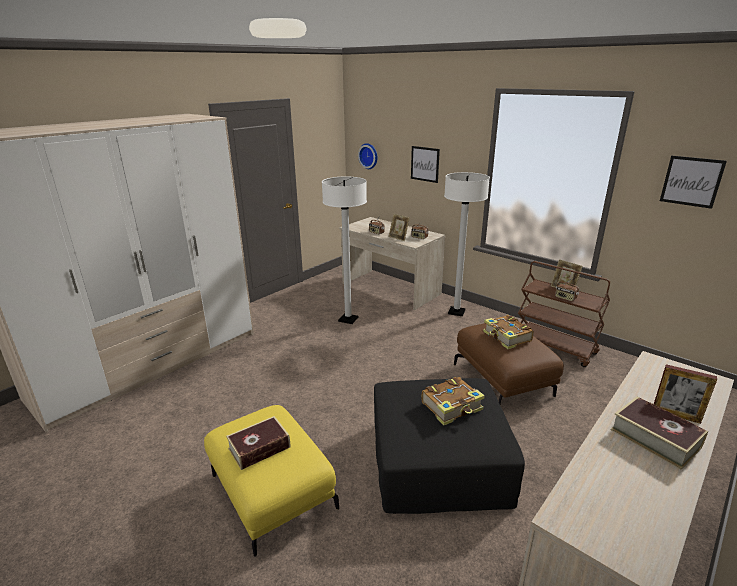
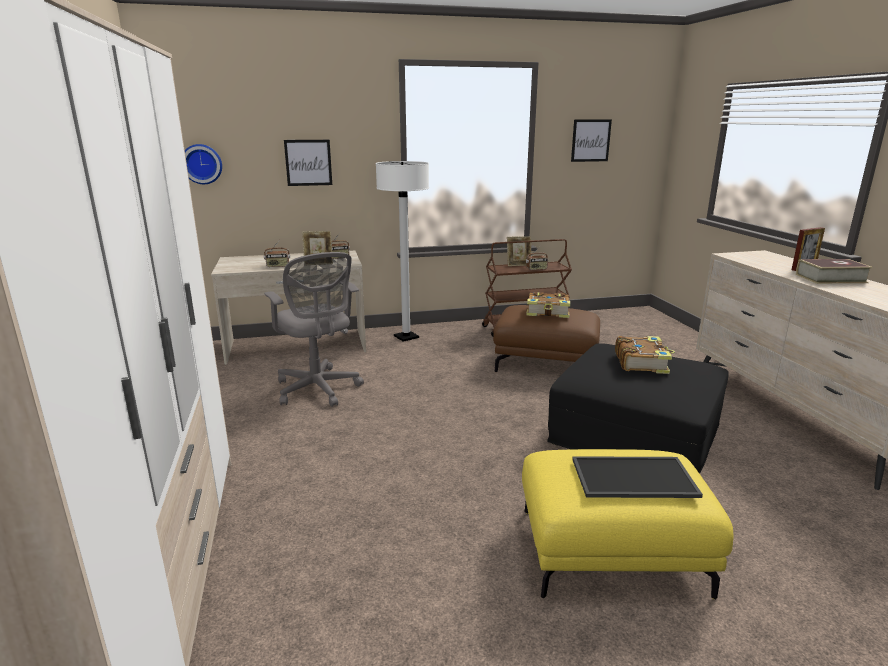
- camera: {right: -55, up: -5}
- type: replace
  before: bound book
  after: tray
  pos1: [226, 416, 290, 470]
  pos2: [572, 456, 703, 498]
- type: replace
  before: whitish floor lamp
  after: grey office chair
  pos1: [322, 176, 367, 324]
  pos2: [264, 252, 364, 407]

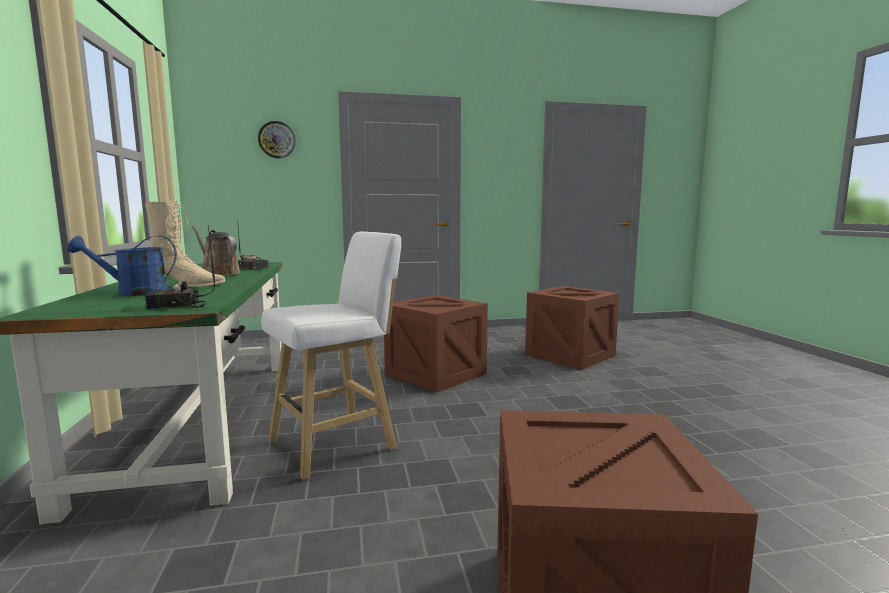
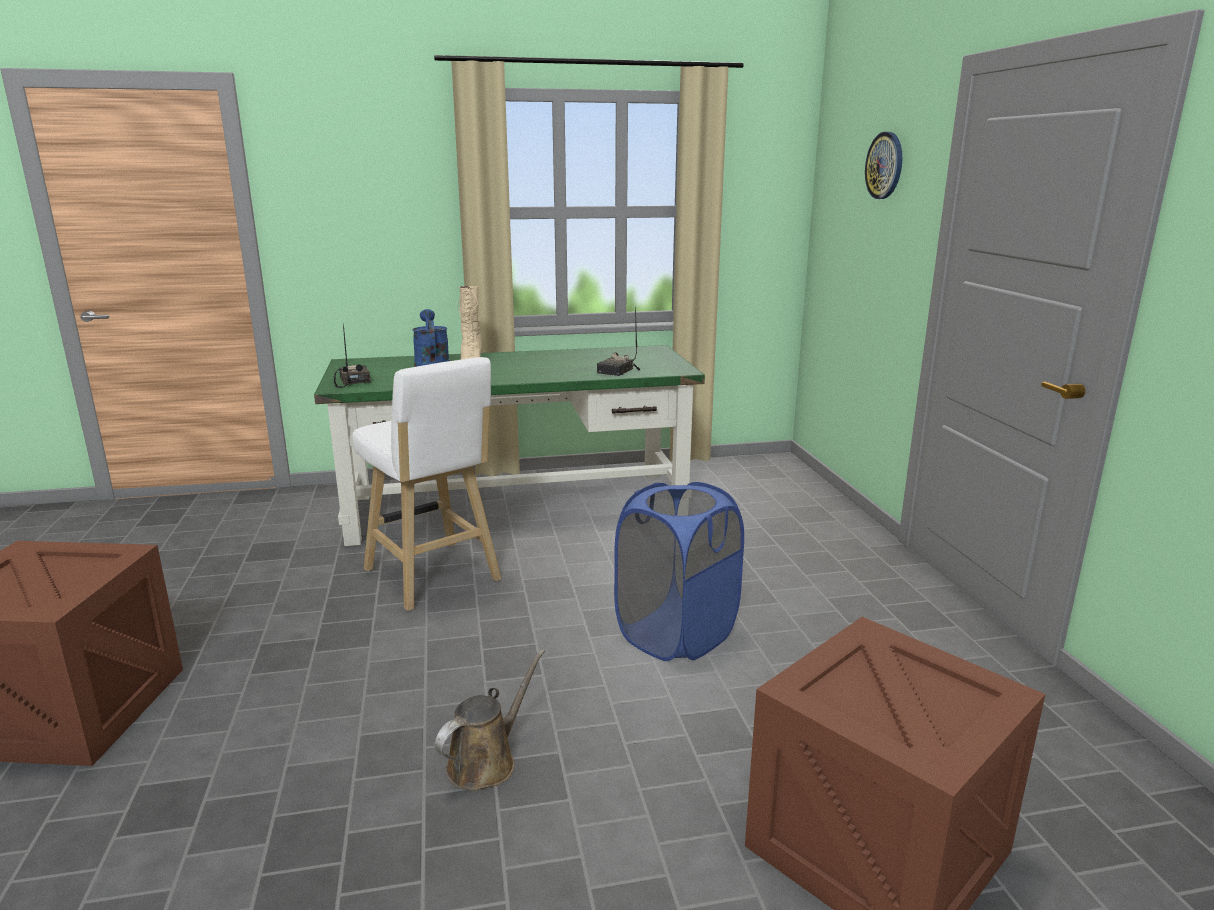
- camera: {right: 90, up: 10}
- type: move
  before: brown sprinkling can
  pos1: [192, 226, 241, 276]
  pos2: [435, 649, 545, 791]
- type: replace
  before: crate
  after: blue-coloured laundry basket
  pos1: [384, 295, 488, 393]
  pos2: [614, 482, 744, 661]

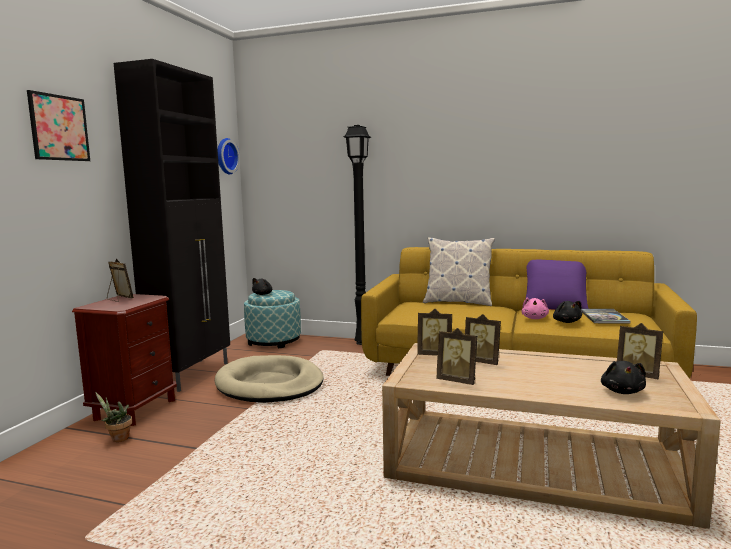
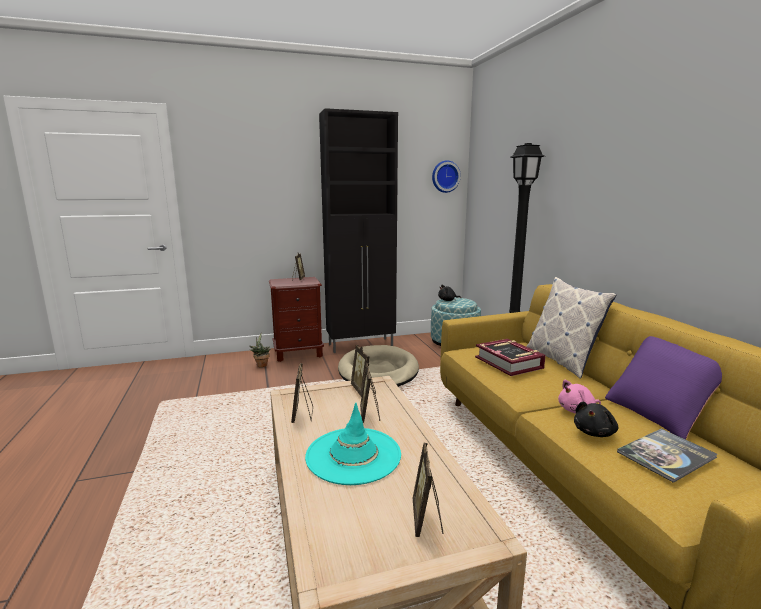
- camera: {right: 55, up: 5}
- type: delete
  before: wall picture
  pos1: [27, 90, 90, 161]
- type: delete
  before: blackish plush toy
  pos1: [601, 361, 646, 394]
- type: insert
  after: turquoise clothing hat
  pos2: [305, 403, 401, 485]
- type: insert
  after: bound book
  pos2: [475, 339, 546, 376]

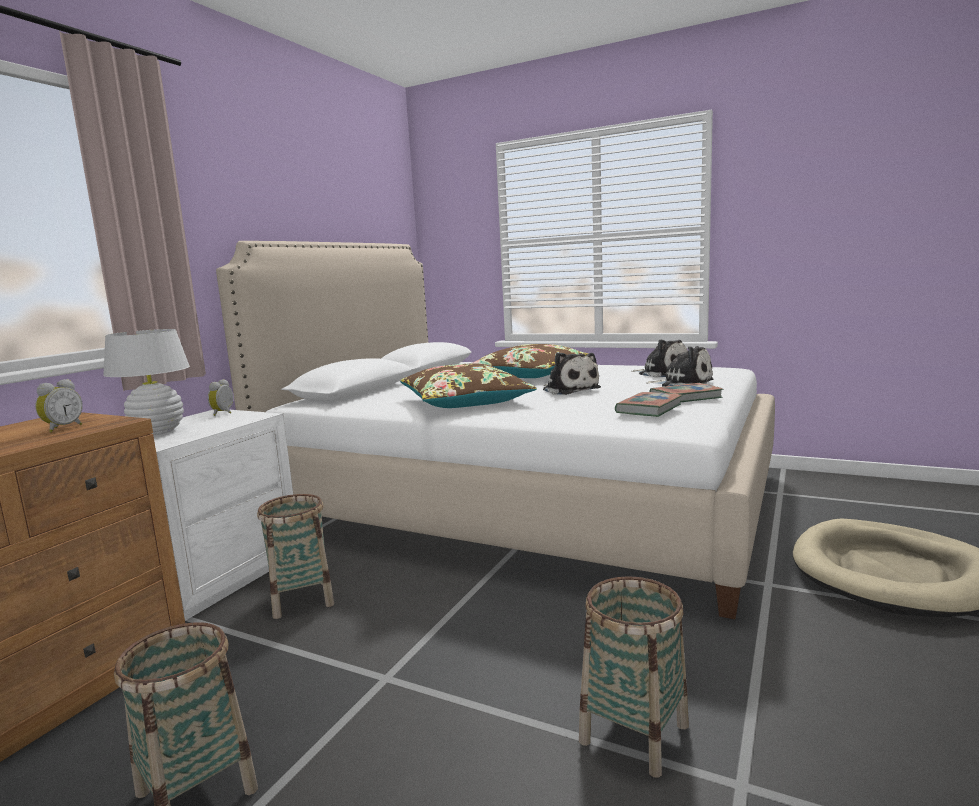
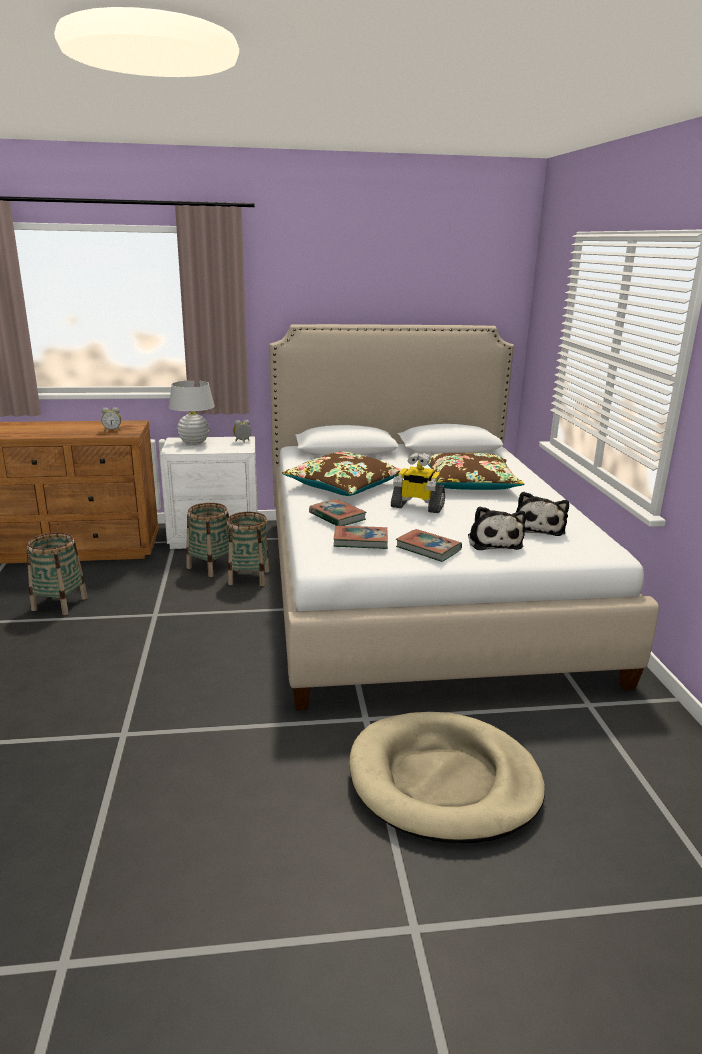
- camera: {right: 55, up: 10}
- type: insert
  after: bound book
  pos2: [309, 499, 367, 526]
- type: move
  before: storage basket
  pos1: [579, 576, 689, 778]
  pos2: [227, 512, 270, 586]
- type: replace
  before: plush toy
  after: robot figure
  pos1: [543, 352, 601, 395]
  pos2: [391, 452, 445, 513]

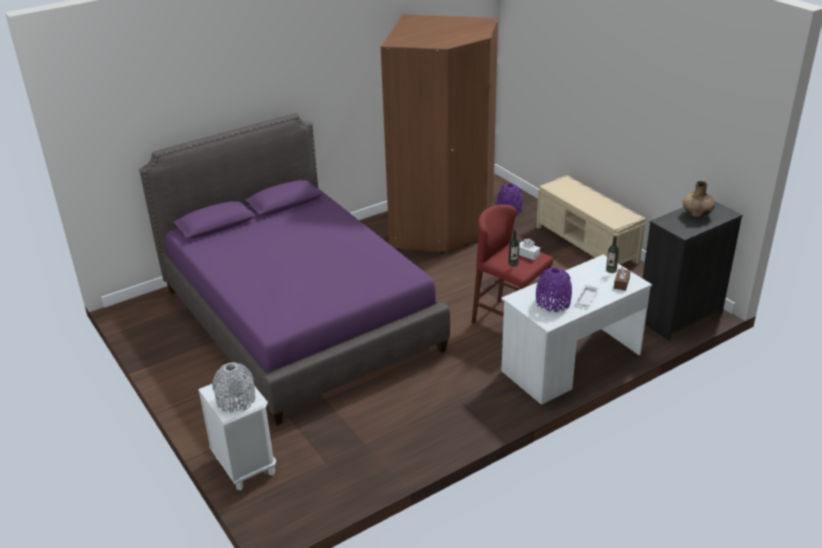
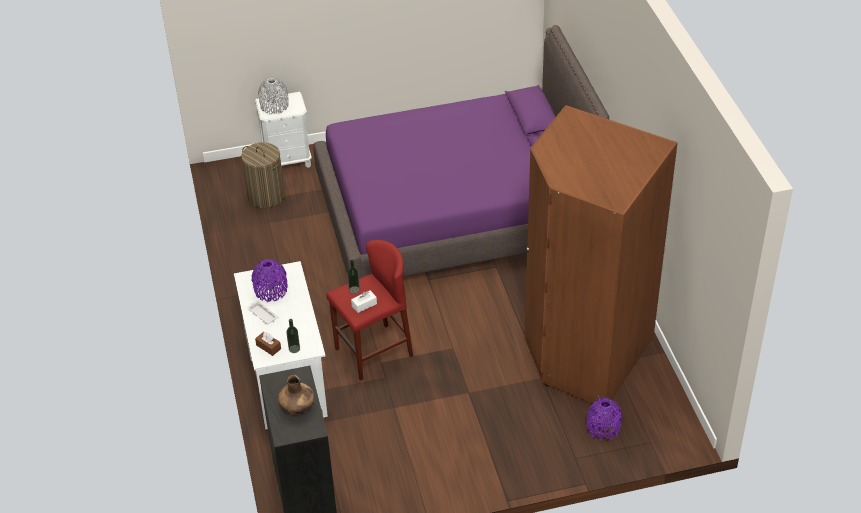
- camera: {right: 110, up: 10}
- type: delete
  before: beige-coloured bench
  pos1: [536, 175, 647, 264]
- type: insert
  after: laundry basket
  pos2: [241, 142, 285, 208]

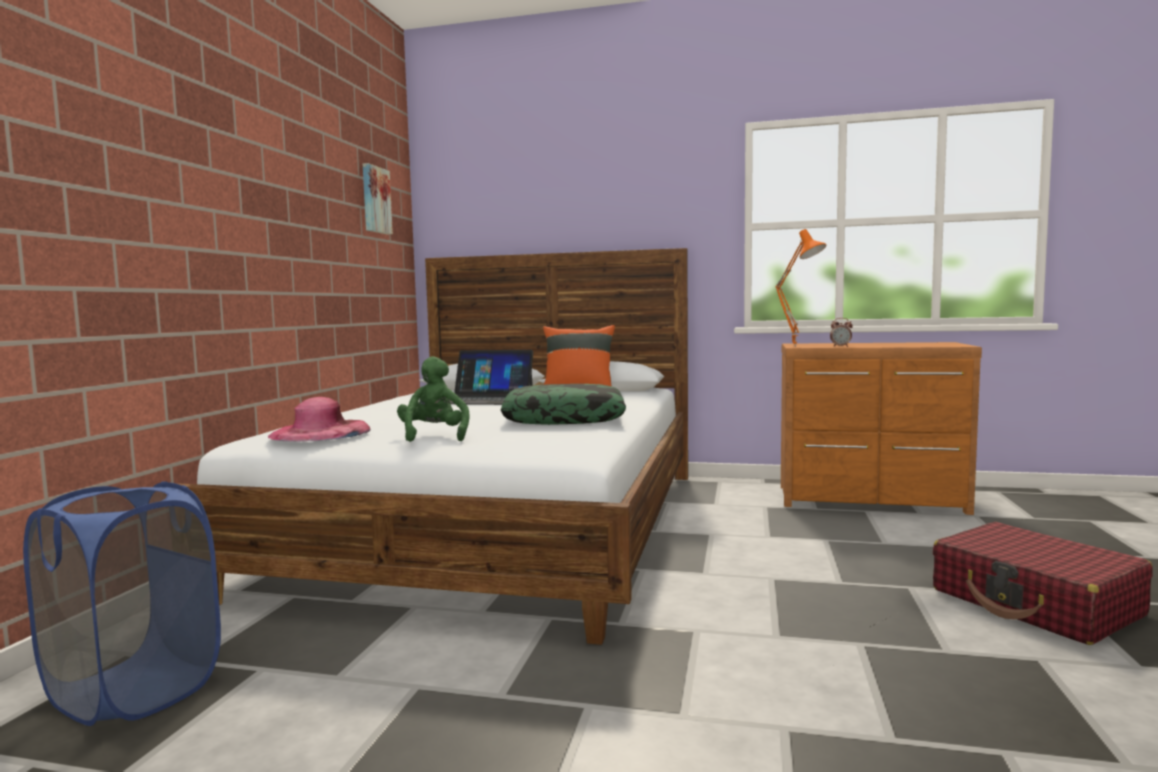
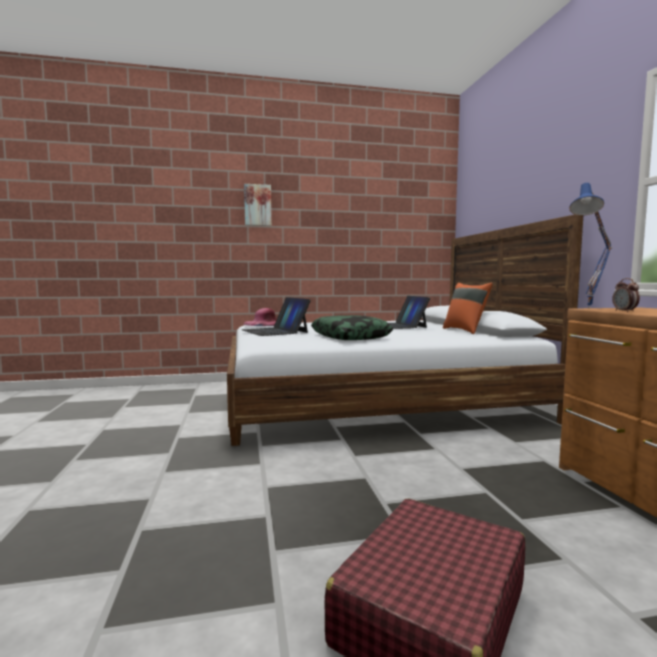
- camera: {right: 65, up: 0}
- type: delete
  before: blue-coloured laundry basket
  pos1: [23, 481, 221, 726]
- type: move
  before: wall picture
  pos1: [363, 163, 393, 234]
  pos2: [244, 184, 272, 226]
- type: replace
  before: green-coloured plush toy
  after: notebook computer
  pos1: [397, 356, 470, 442]
  pos2: [241, 297, 311, 336]
- type: recolor
  before: orangey table lamp
  after: blue-coloured table lamp
  pos1: [776, 229, 826, 347]
  pos2: [569, 183, 612, 307]

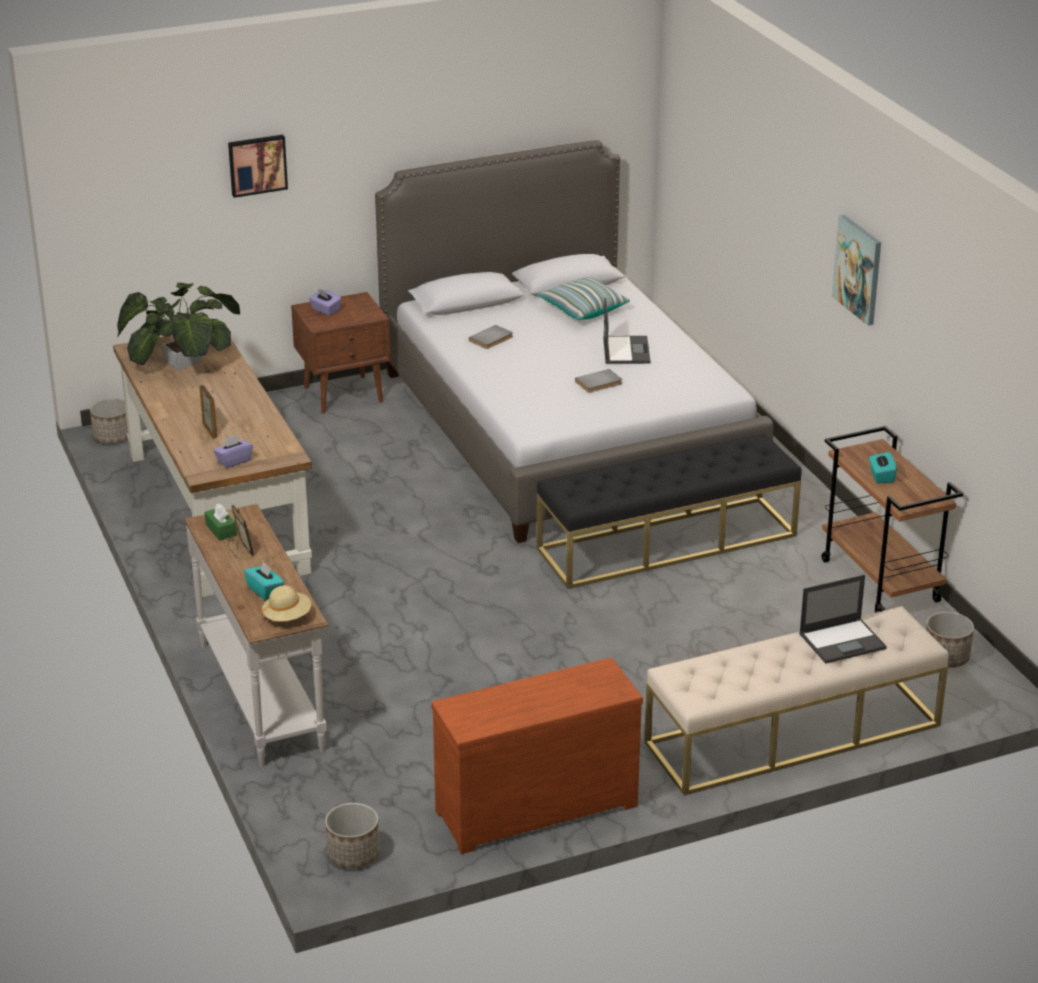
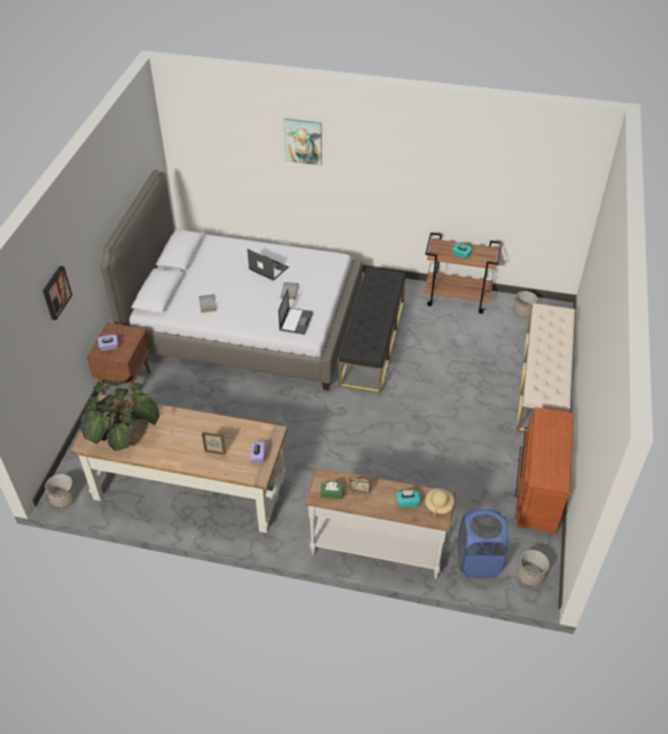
- camera: {right: -55, up: 15}
- type: delete
  before: throw pillow
  pos1: [537, 277, 630, 320]
- type: insert
  after: blue-coloured laundry basket
  pos2: [458, 509, 509, 578]
- type: move
  before: notebook computer
  pos1: [799, 575, 887, 664]
  pos2: [278, 288, 313, 335]
- type: move
  before: wall picture
  pos1: [832, 215, 881, 326]
  pos2: [283, 118, 322, 166]

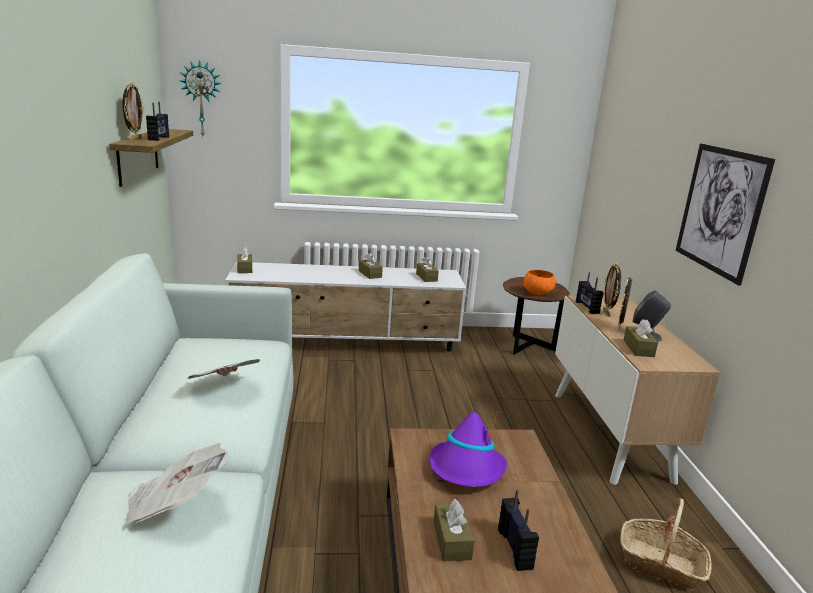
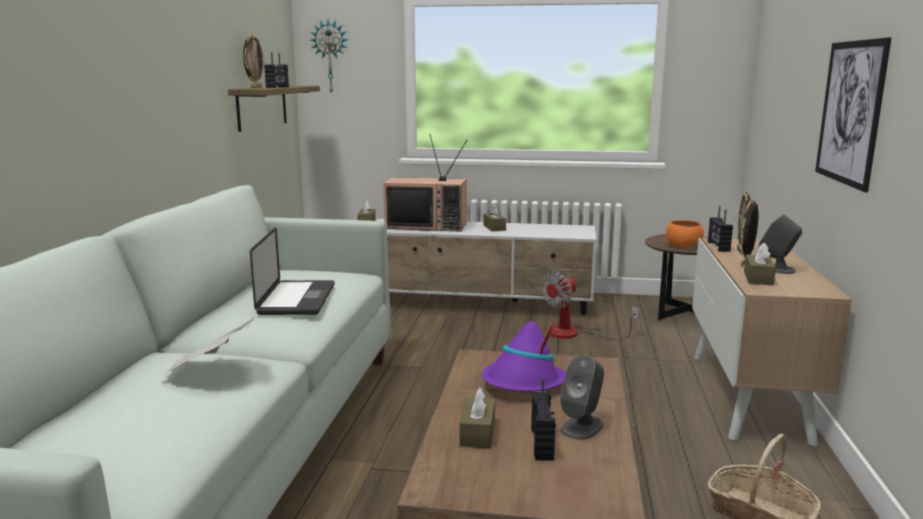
- camera: {right: 15, up: -5}
- type: delete
  before: brown tissue holder
  pos1: [416, 256, 439, 282]
- type: insert
  after: TV set
  pos2: [383, 134, 467, 232]
- type: insert
  after: fan
  pos2: [541, 271, 639, 340]
- type: insert
  after: grey loudspeaker
  pos2: [560, 355, 604, 440]
- type: replace
  before: printed paper
  after: notebook computer
  pos1: [187, 359, 260, 379]
  pos2: [250, 227, 335, 315]

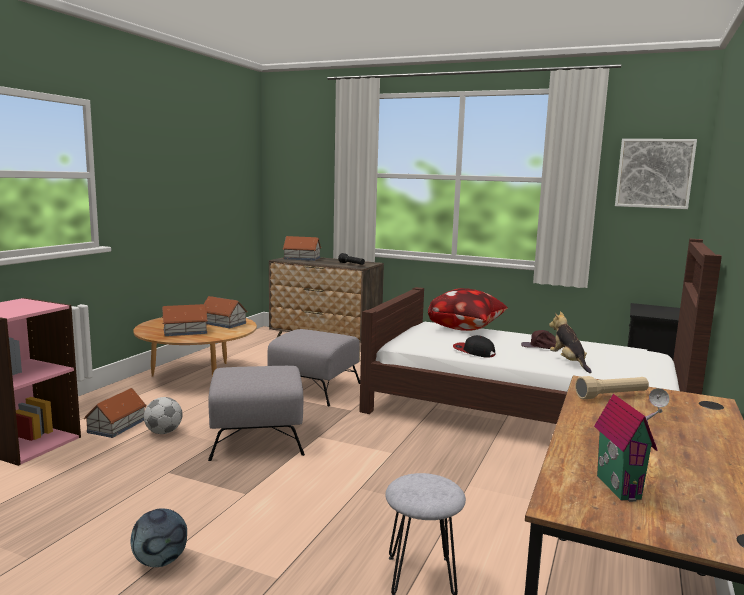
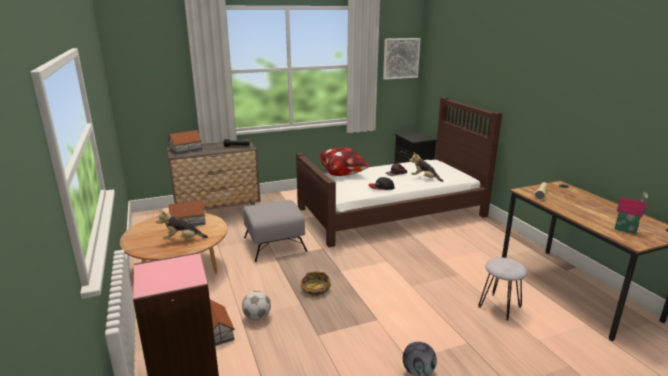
- camera: {right: -45, up: 10}
- type: replace
  before: toy house
  after: plush toy
  pos1: [162, 304, 208, 336]
  pos2: [156, 209, 208, 239]
- type: replace
  before: grey ottoman
  after: storage basket
  pos1: [208, 366, 305, 461]
  pos2: [300, 271, 331, 297]

